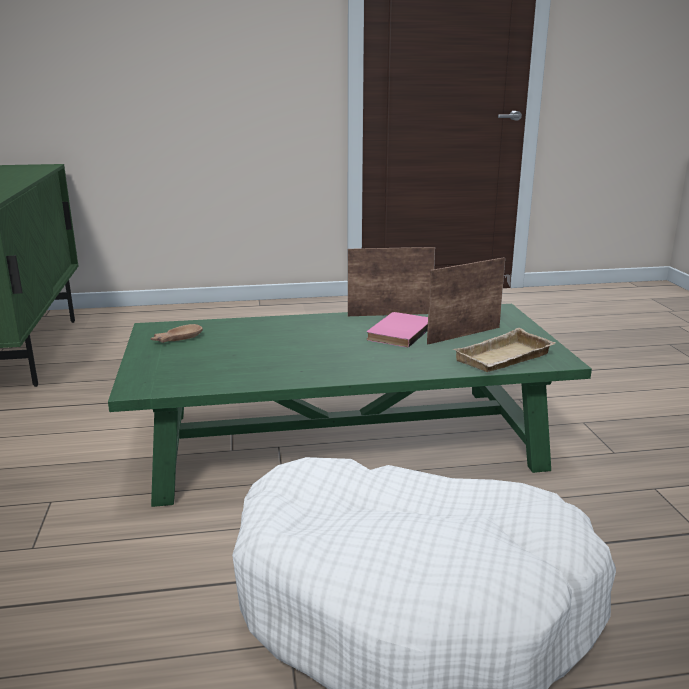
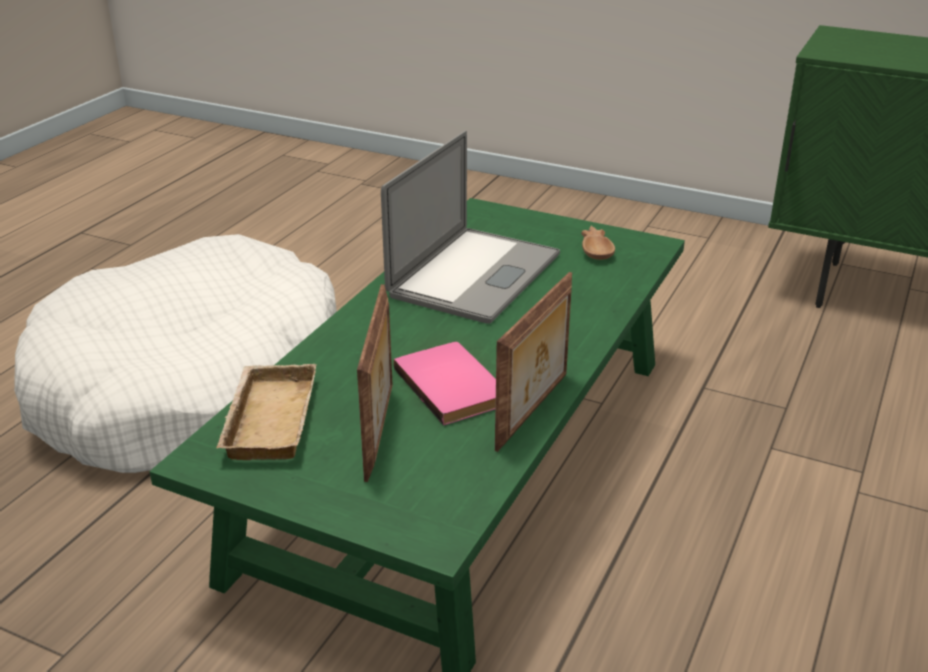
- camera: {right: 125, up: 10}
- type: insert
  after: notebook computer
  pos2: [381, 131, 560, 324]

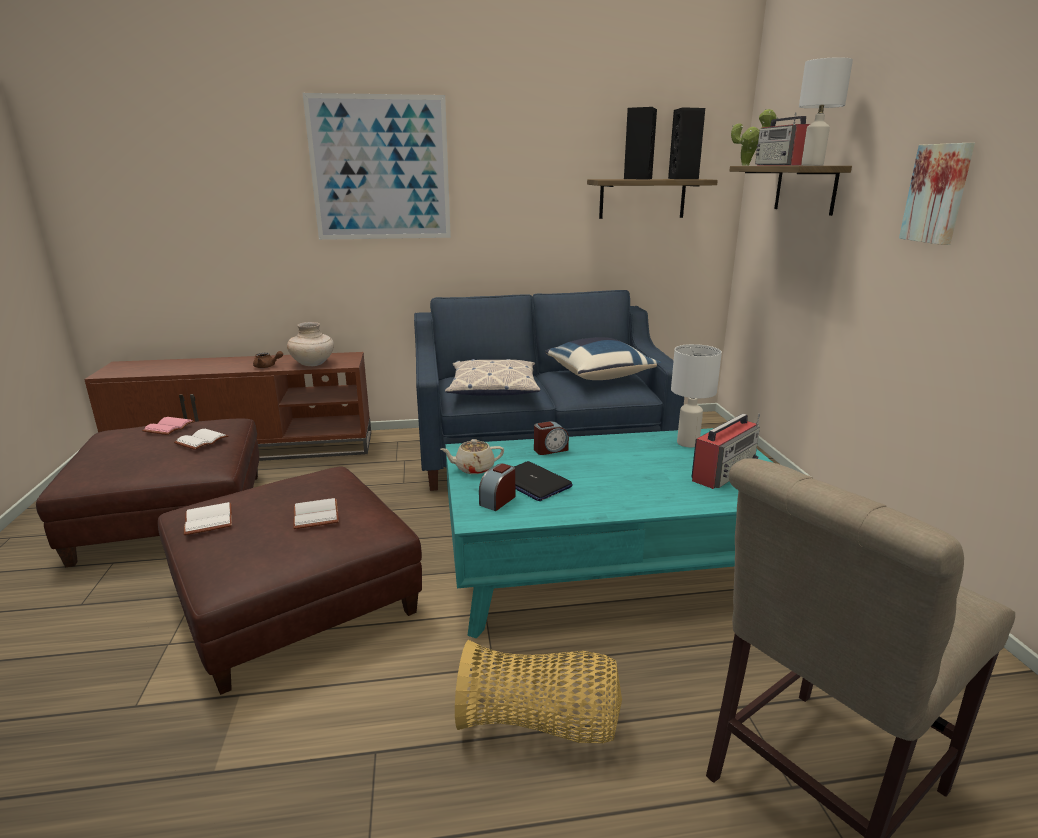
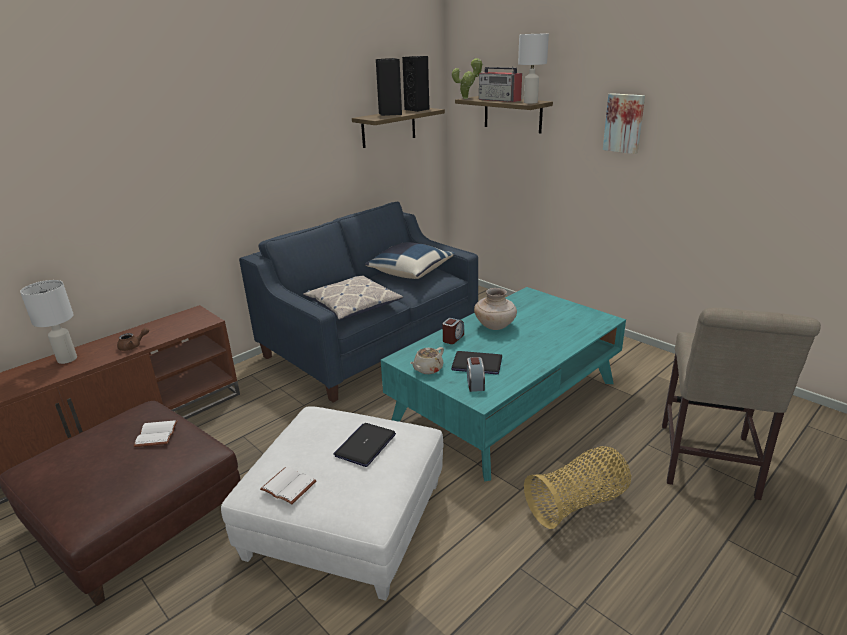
- camera: {right: -35, up: 5}
- type: delete
  before: pinkish bound book
  pos1: [142, 417, 195, 435]
- type: delete
  before: wall picture
  pos1: [303, 93, 451, 240]
- type: delete
  before: radio
  pos1: [692, 413, 760, 489]
- type: move
  before: beige-coloured vase
  pos1: [287, 322, 334, 366]
  pos2: [474, 288, 517, 330]
- type: move
  before: whitish table lamp
  pos1: [671, 344, 722, 448]
  pos2: [20, 280, 77, 364]
- type: replace
  before: whitish bound book
  after: notebook computer
  pos1: [293, 498, 339, 529]
  pos2: [333, 423, 396, 467]
- type: recolor
  before: brown ottoman
  after: whitish ottoman
  pos1: [158, 467, 422, 695]
  pos2: [221, 406, 443, 601]

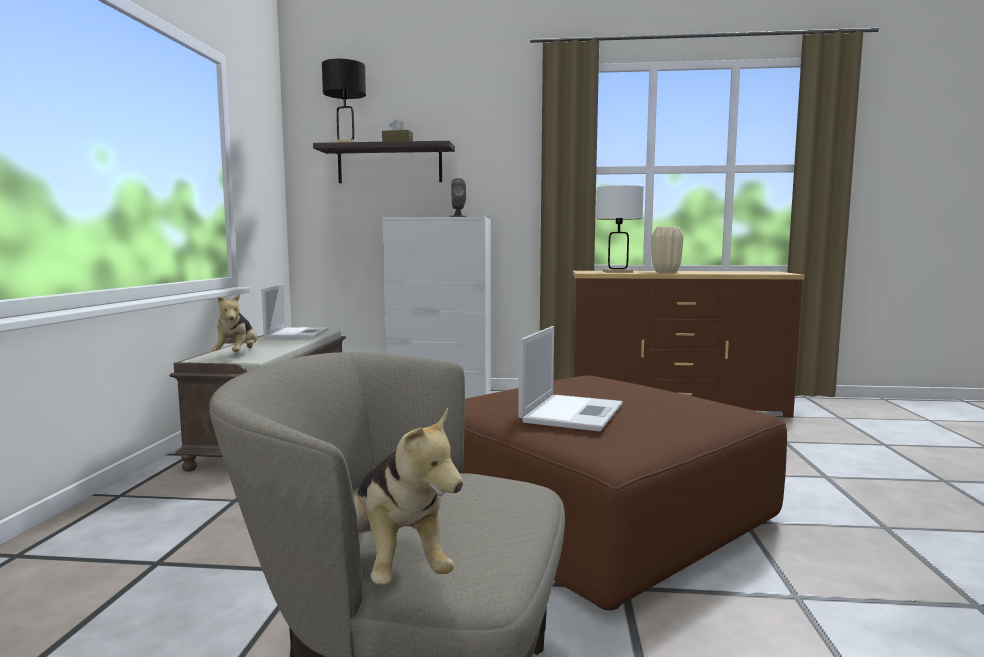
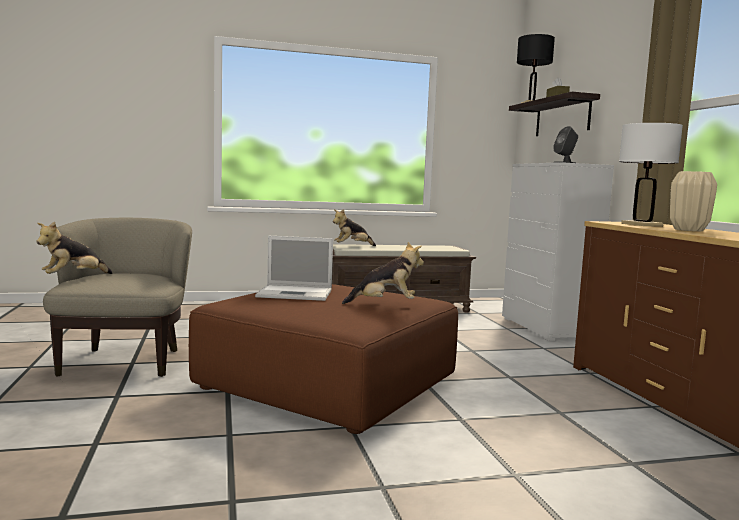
- camera: {right: 70, up: 0}
- type: delete
  before: notebook computer
  pos1: [261, 284, 329, 339]
- type: insert
  after: plush toy
  pos2: [342, 242, 424, 304]

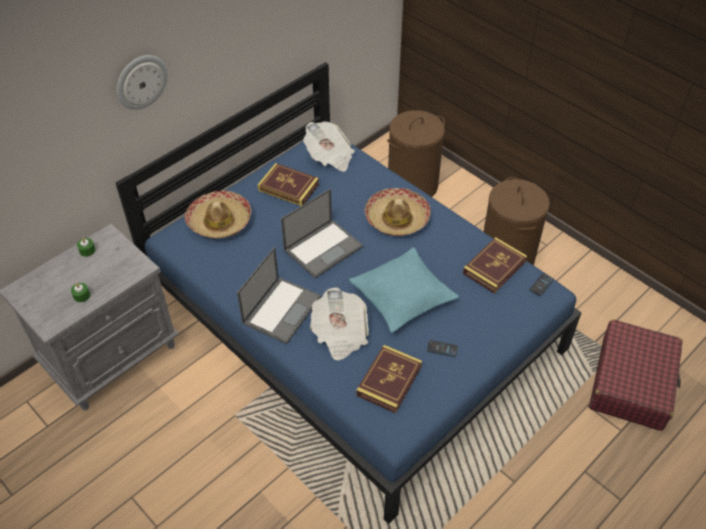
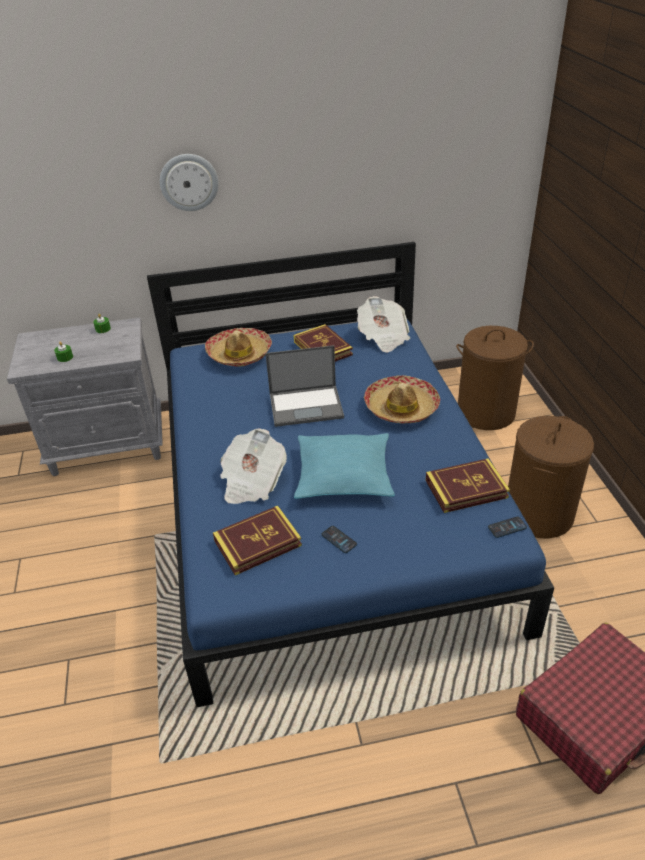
- camera: {right: 35, up: -10}
- type: delete
  before: notebook computer
  pos1: [237, 247, 321, 344]

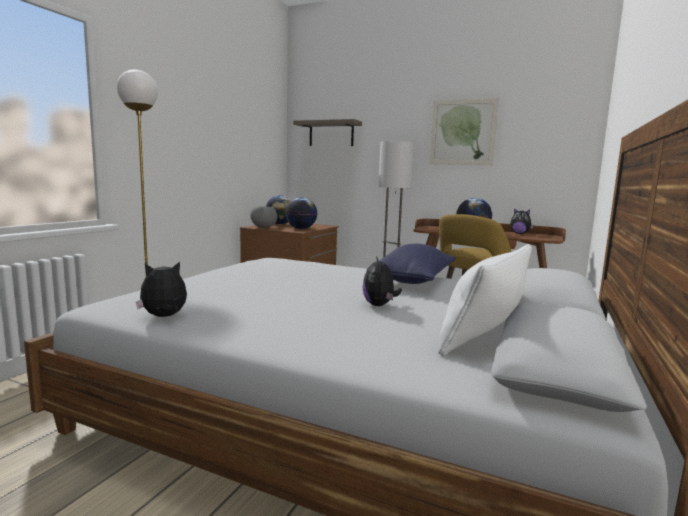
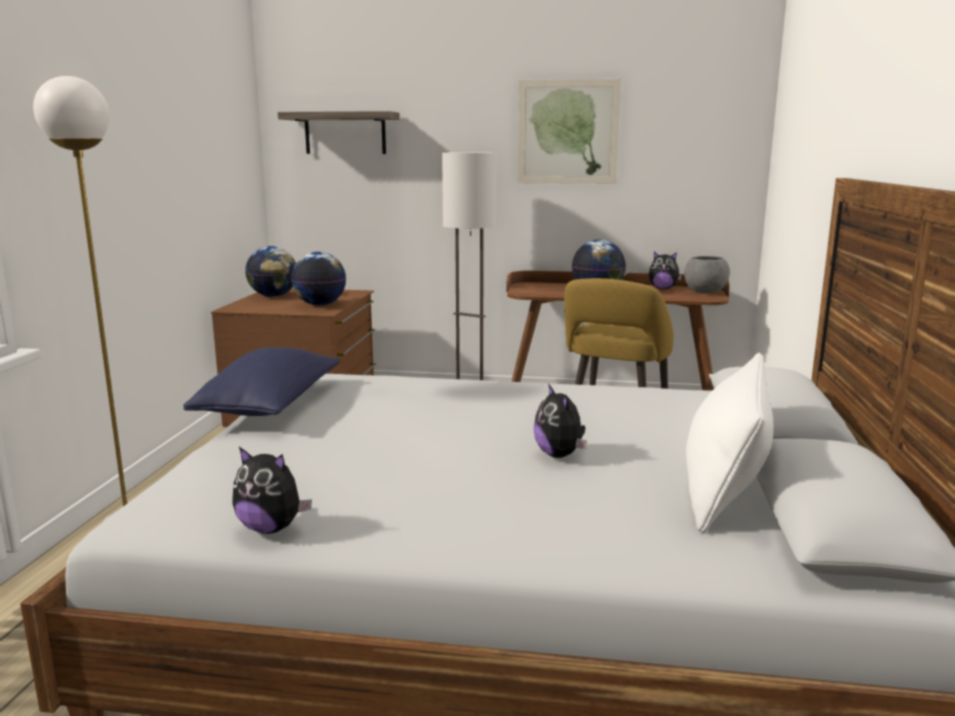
- camera: {right: -15, up: 5}
- type: move
  before: grey deep dish
  pos1: [250, 207, 277, 228]
  pos2: [684, 256, 730, 293]
- type: move
  before: blue-coloured throw pillow
  pos1: [379, 244, 456, 284]
  pos2: [183, 347, 340, 416]
- type: rotate
  before: plush toy
  pos1: [136, 262, 187, 317]
  pos2: [233, 447, 312, 534]
  turn: -120

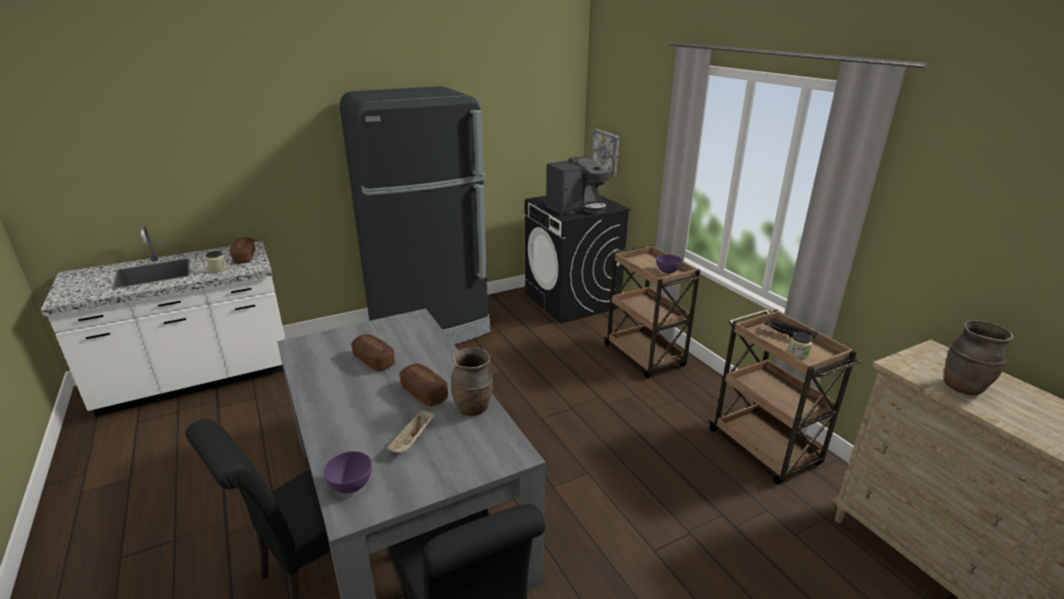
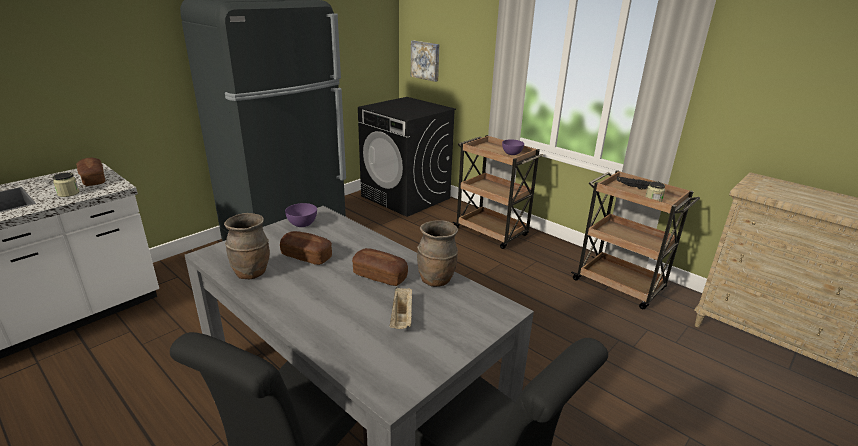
- camera: {right: -20, up: 0}
- type: delete
  before: coffee maker
  pos1: [544, 155, 608, 215]
- type: move
  before: purple deep dish
  pos1: [324, 451, 372, 493]
  pos2: [285, 203, 317, 227]
- type: move
  before: brown vase
  pos1: [944, 320, 1013, 395]
  pos2: [224, 213, 270, 279]

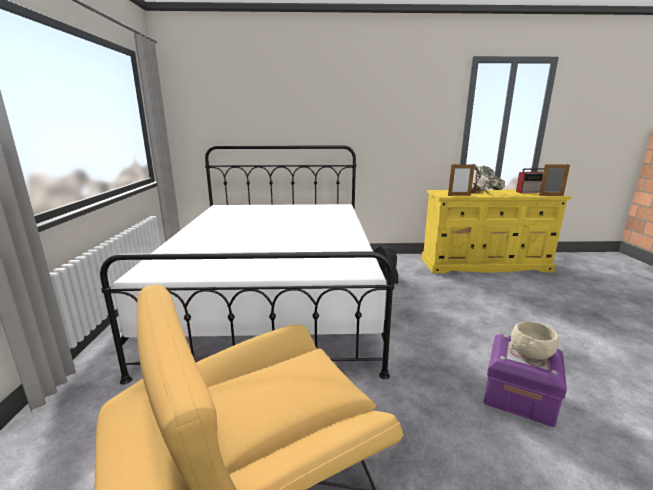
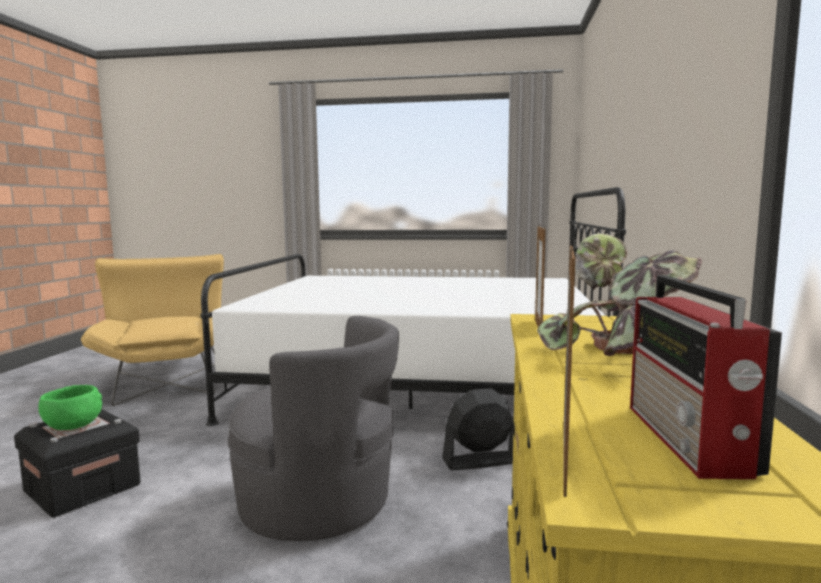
- camera: {right: 100, up: -10}
- type: insert
  after: grey easy chair
  pos2: [228, 316, 399, 541]
- type: recolor
  before: purple storage box
  after: blackish storage box
  pos1: [484, 334, 567, 427]
  pos2: [14, 409, 141, 518]
- type: recolor
  before: beige-coloured deep dish
  after: green-coloured deep dish
  pos1: [511, 321, 559, 360]
  pos2: [39, 385, 102, 430]

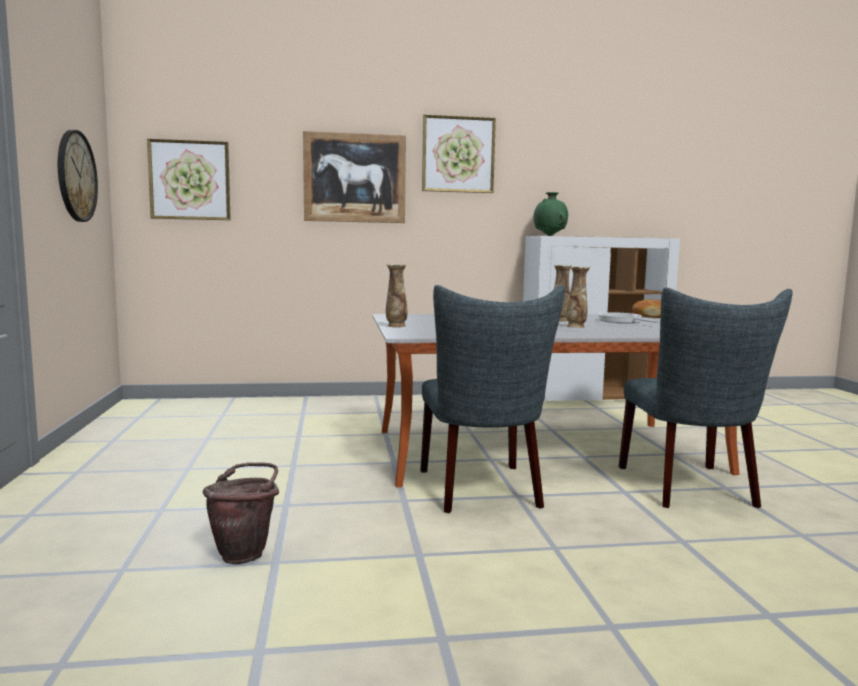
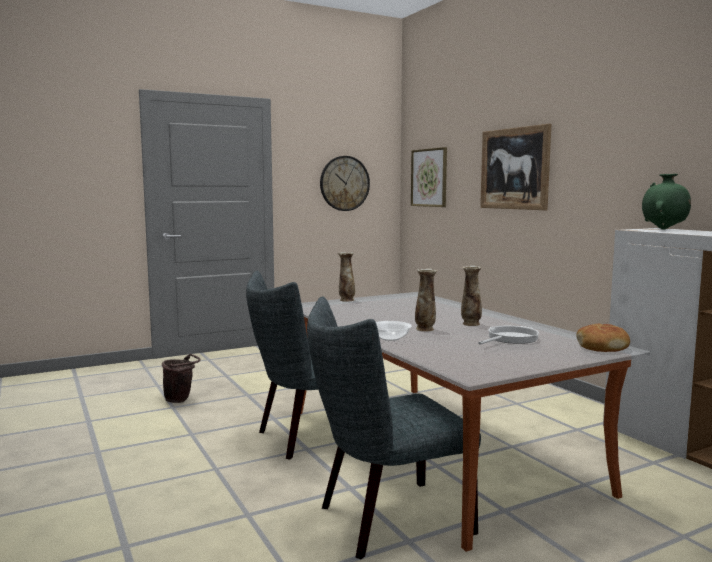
- camera: {right: 70, up: 0}
- type: delete
  before: wall picture
  pos1: [422, 115, 496, 193]
- type: insert
  after: deep dish
  pos2: [376, 321, 412, 341]

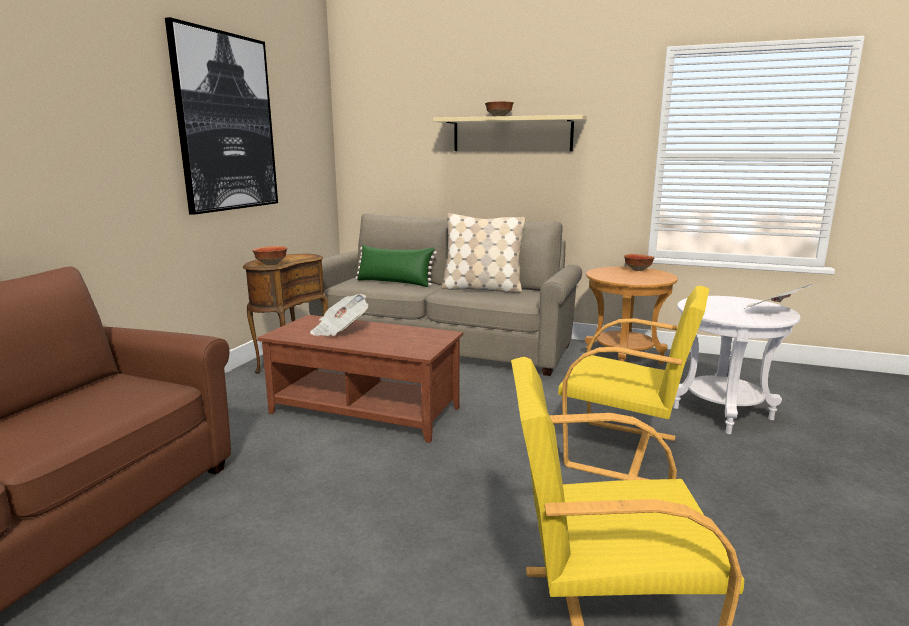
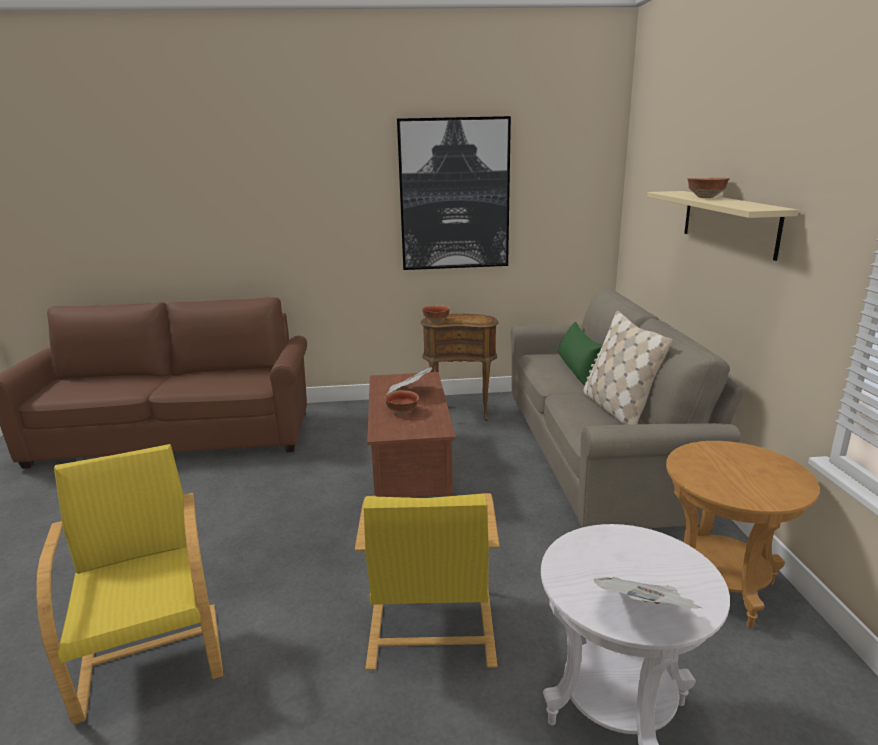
- camera: {right: 65, up: 5}
- type: move
  before: deep dish
  pos1: [624, 254, 655, 271]
  pos2: [384, 390, 419, 414]

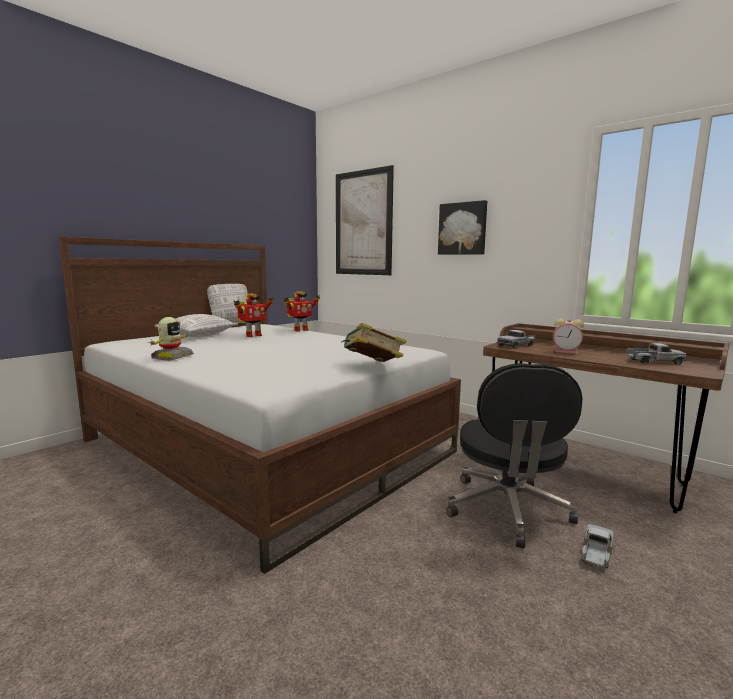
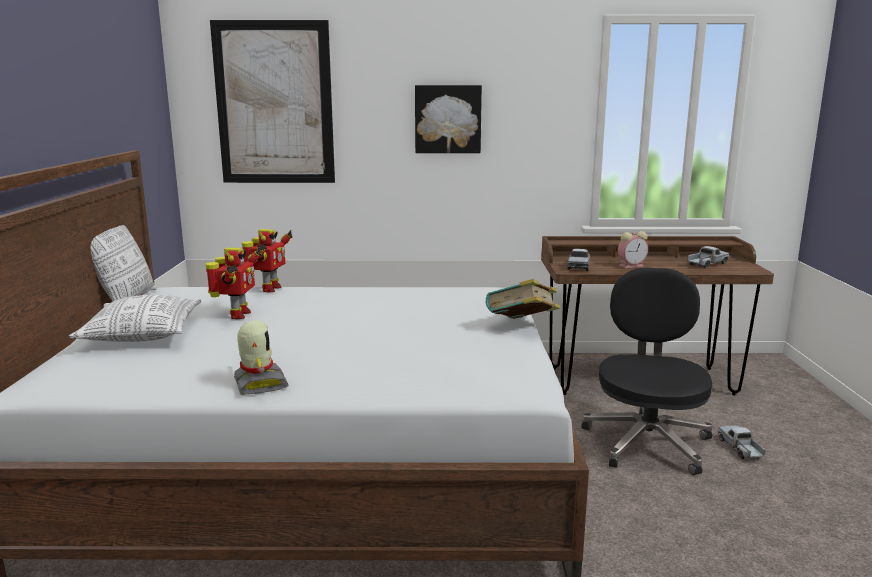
- camera: {right: -40, up: 5}
- type: rotate
  before: blackish office chair
  pos1: [446, 363, 582, 549]
  pos2: [581, 267, 712, 475]
  turn: -135

